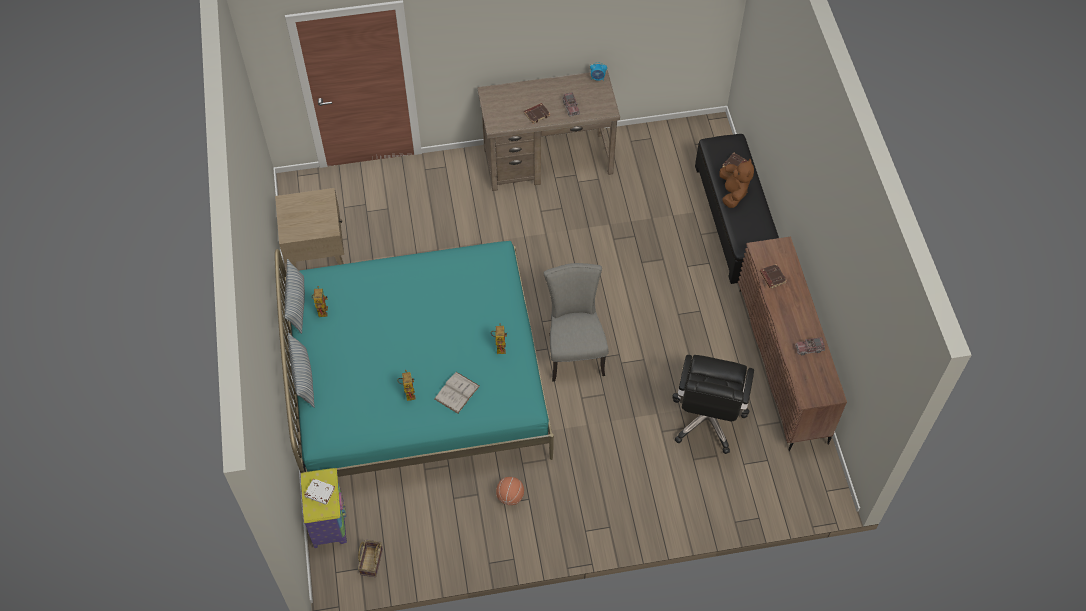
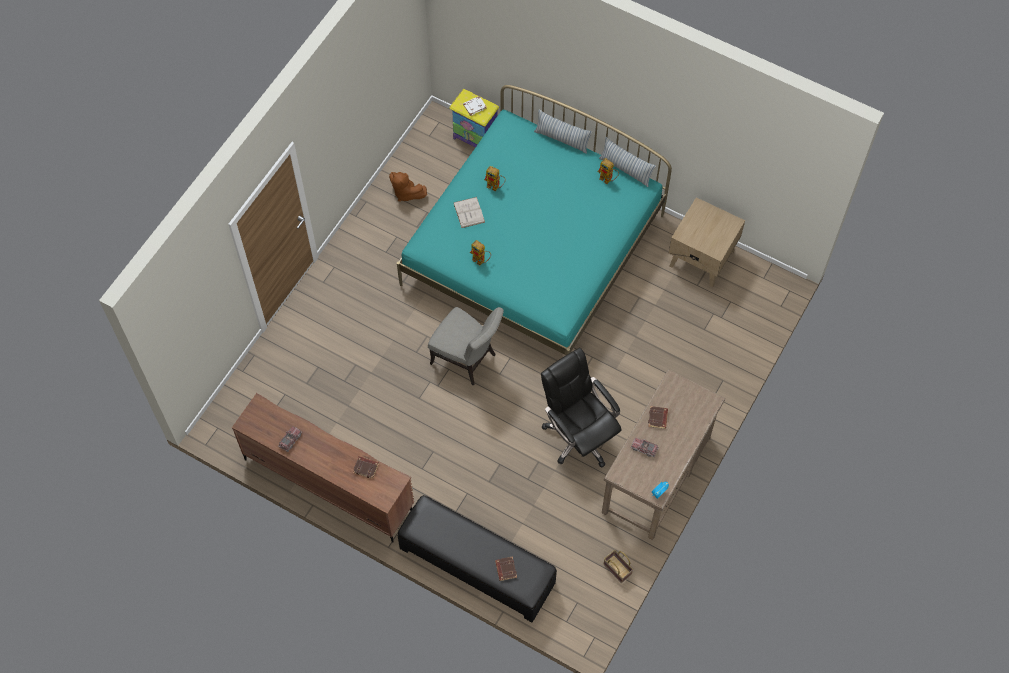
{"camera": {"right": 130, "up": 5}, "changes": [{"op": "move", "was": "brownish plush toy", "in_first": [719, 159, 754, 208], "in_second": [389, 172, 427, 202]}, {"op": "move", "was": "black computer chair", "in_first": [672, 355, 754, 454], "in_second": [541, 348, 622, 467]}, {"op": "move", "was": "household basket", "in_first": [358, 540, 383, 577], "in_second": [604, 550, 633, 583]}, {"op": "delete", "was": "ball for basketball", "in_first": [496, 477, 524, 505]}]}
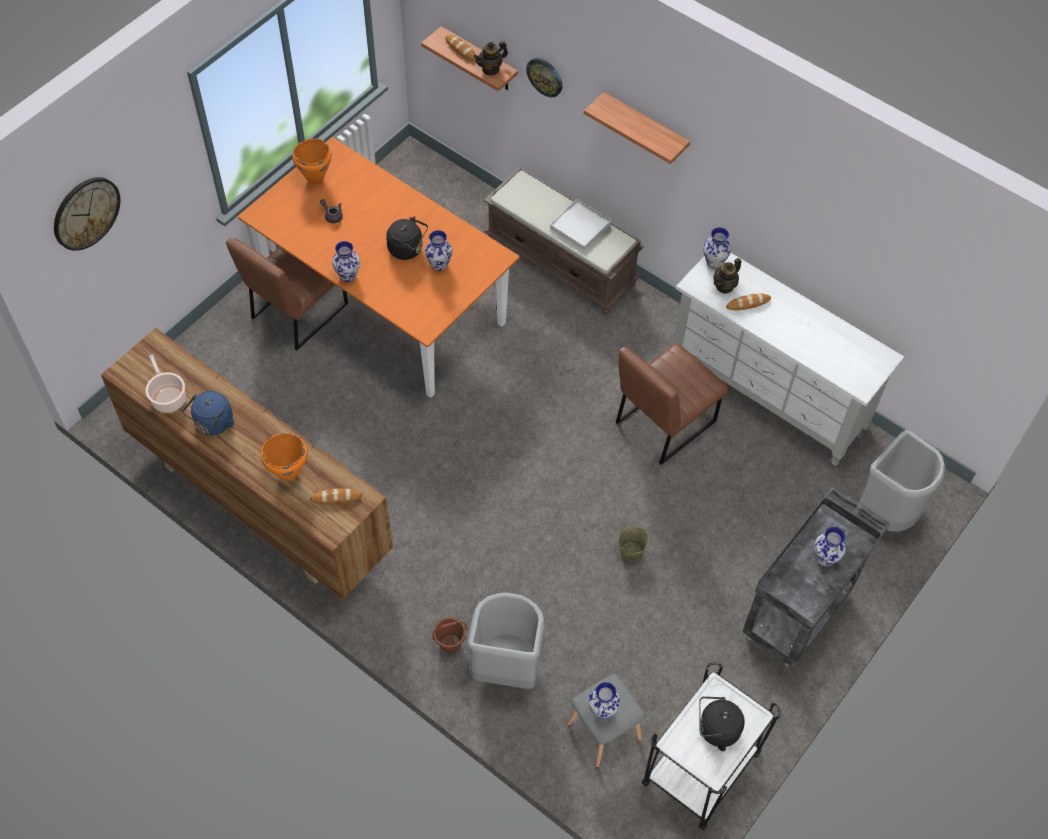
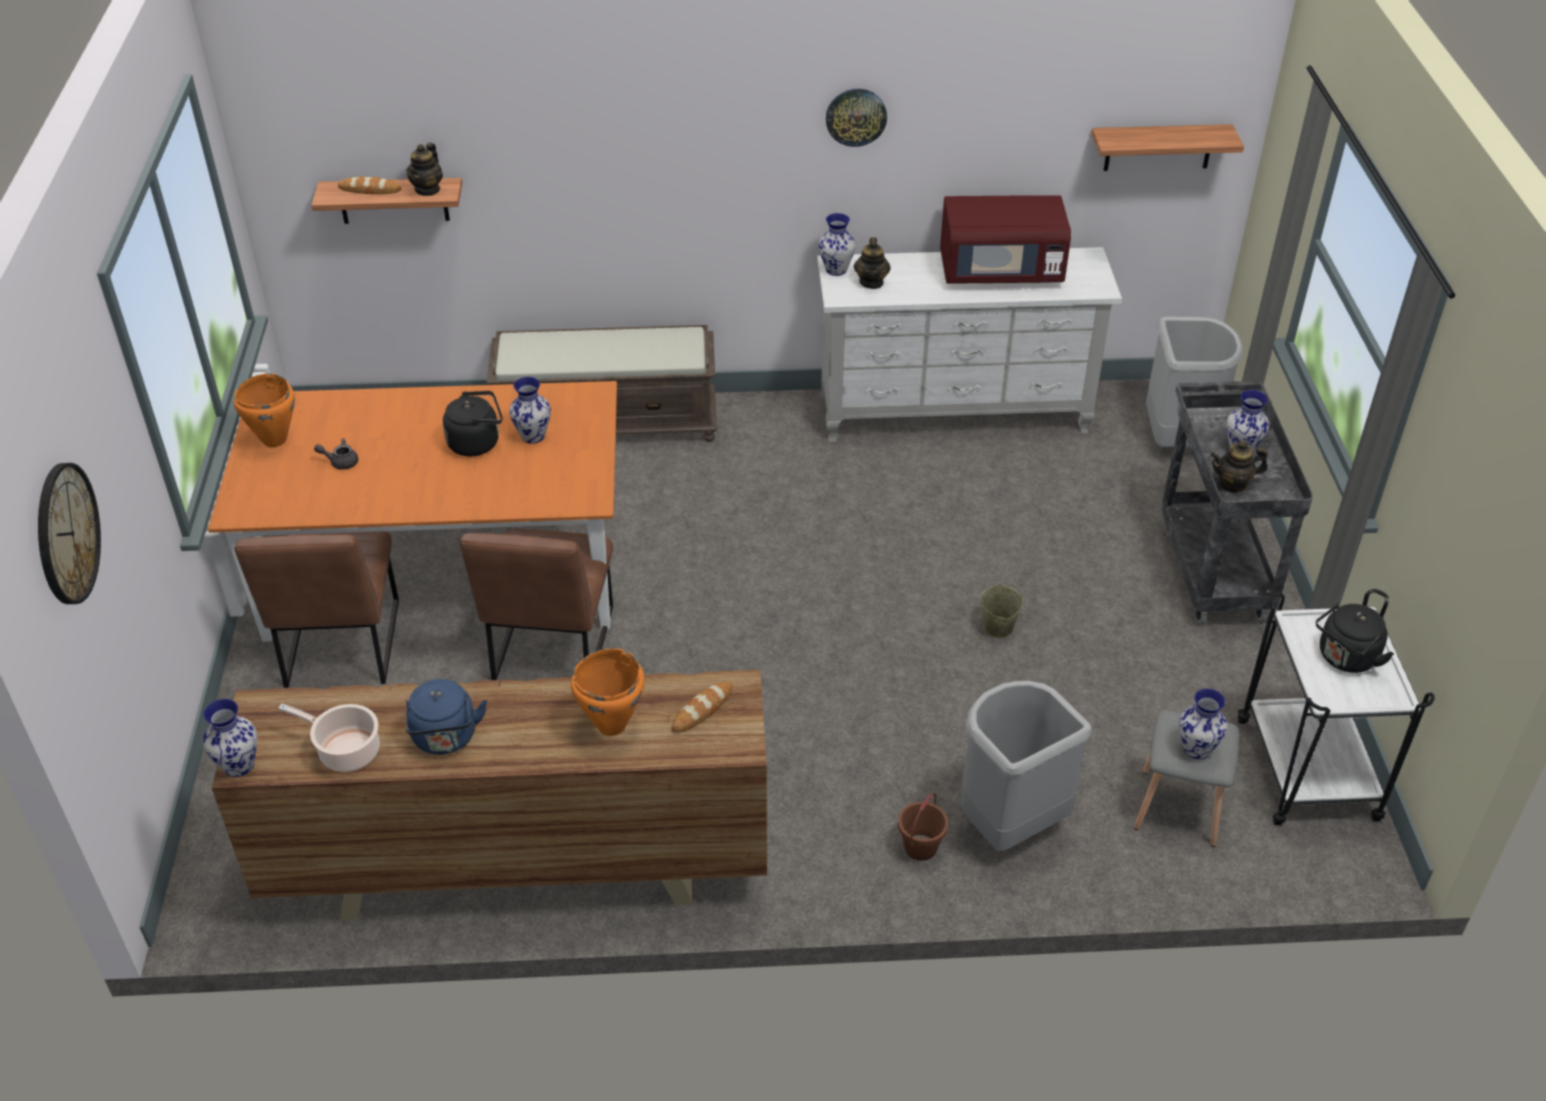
{"camera": {"right": -40, "up": -15}, "changes": [{"op": "move", "was": "decorative vase", "in_first": [332, 241, 360, 282], "in_second": [203, 699, 258, 777]}, {"op": "move", "was": "brownish upright chair", "in_first": [616, 344, 727, 465], "in_second": [460, 529, 613, 680]}, {"op": "move", "was": "wall clock", "in_first": [526, 58, 562, 97], "in_second": [826, 89, 887, 147]}, {"op": "insert", "now": "reddish kitchen microwave", "in_second": [940, 195, 1071, 284]}, {"op": "move", "was": "shelf", "in_first": [584, 92, 690, 164], "in_second": [1091, 124, 1244, 171]}, {"op": "insert", "now": "teapot", "in_second": [1210, 441, 1268, 493]}, {"op": "delete", "was": "white carrying tray", "in_first": [550, 199, 611, 250]}, {"op": "delete", "was": "bread", "in_first": [726, 293, 771, 310]}]}
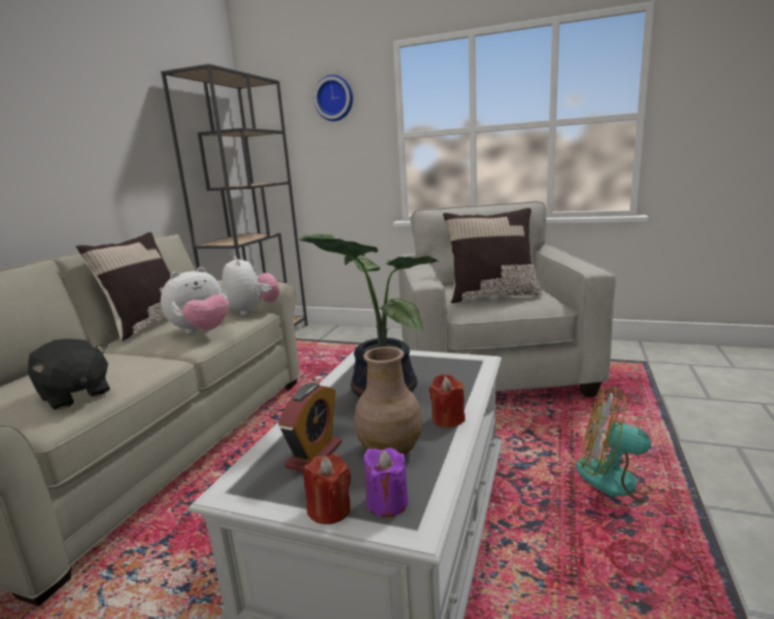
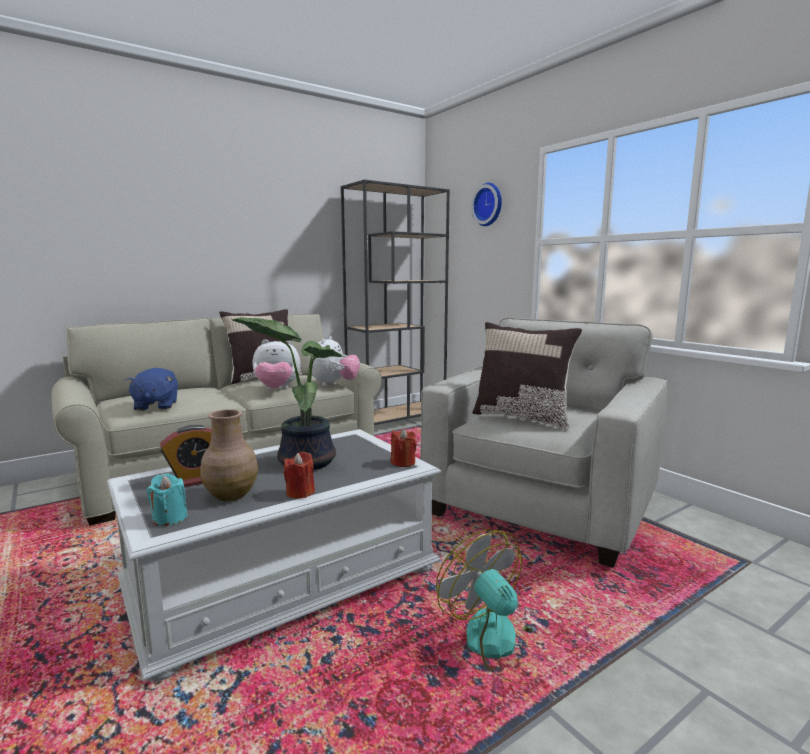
{"camera": {"right": 35, "up": -5}, "changes": [{"op": "recolor", "was": "black plush toy", "now": "blue-coloured plush toy", "in_first": [28, 339, 110, 410], "in_second": [125, 368, 178, 411]}, {"op": "recolor", "was": "purple candle", "now": "turquoise-coloured candle", "in_first": [363, 448, 408, 517], "in_second": [147, 474, 188, 526]}, {"op": "move", "was": "reddish candle", "in_first": [303, 453, 351, 524], "in_second": [391, 429, 417, 467]}]}
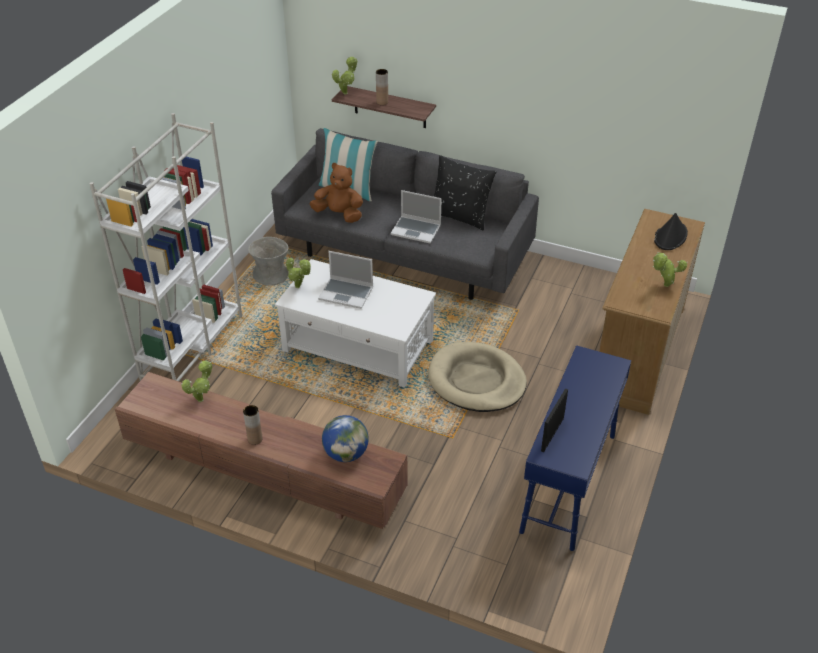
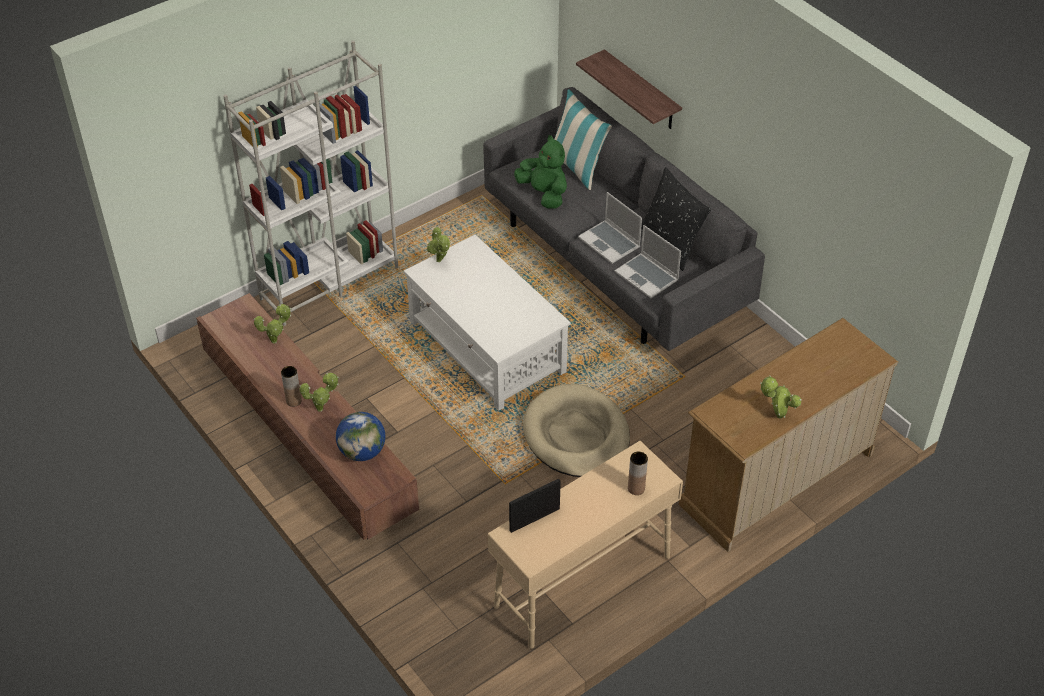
{"camera": {"right": 30, "up": 5}, "changes": [{"op": "move", "was": "houseplant", "in_first": [332, 57, 357, 95], "in_second": [299, 372, 339, 412]}, {"op": "recolor", "was": "blue-coloured narrow table", "now": "sand-coloured narrow table", "in_first": [519, 345, 631, 551], "in_second": [488, 441, 683, 649]}, {"op": "recolor", "was": "brownish plush toy", "now": "green-coloured plush toy", "in_first": [309, 163, 363, 223], "in_second": [514, 135, 567, 209]}, {"op": "move", "was": "portable computer", "in_first": [318, 251, 373, 309], "in_second": [615, 225, 681, 298]}, {"op": "move", "was": "brownish decorative vase", "in_first": [376, 69, 388, 105], "in_second": [628, 452, 648, 495]}, {"op": "delete", "was": "greyish decorative vase", "in_first": [248, 237, 288, 286]}, {"op": "delete", "was": "black wearable hat", "in_first": [654, 213, 688, 250]}]}
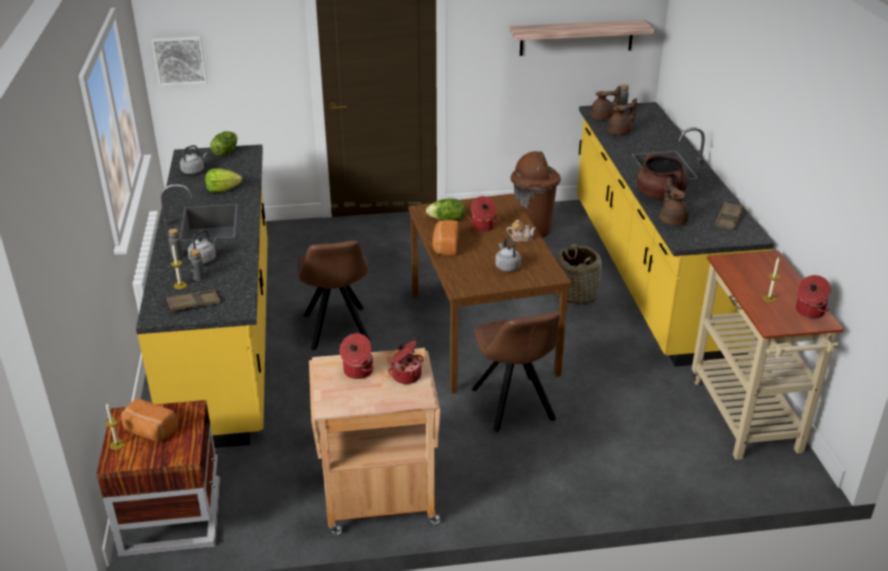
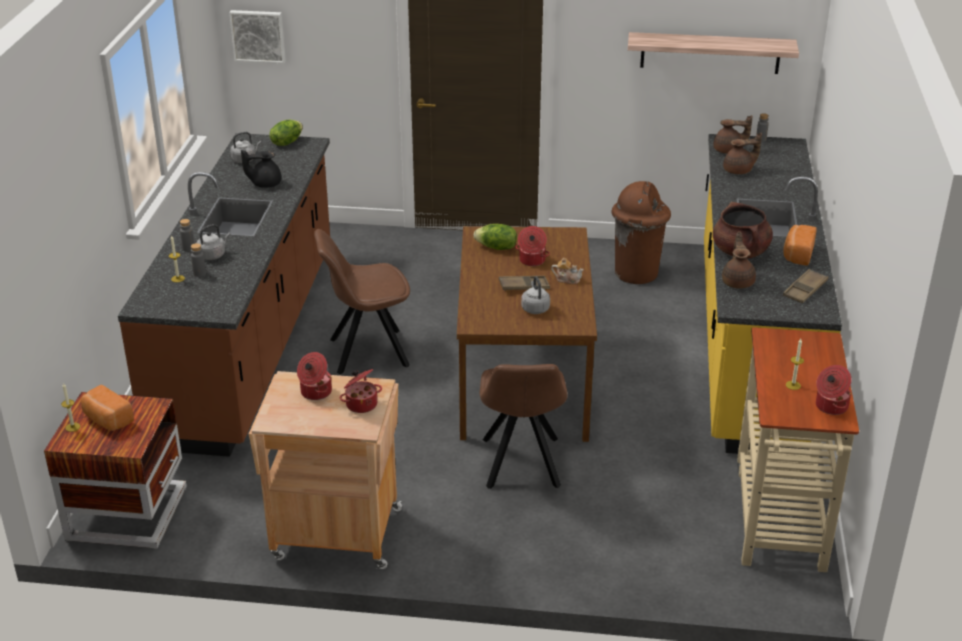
{"camera": {"right": 15, "up": 0}, "changes": [{"op": "recolor", "was": "yellow kitchen base unit", "now": "brownish kitchen base unit", "in_first": [136, 144, 268, 448], "in_second": [118, 133, 330, 457]}, {"op": "replace", "was": "lettuce", "now": "black teapot", "in_first": [205, 168, 242, 193], "in_second": [241, 150, 281, 188]}, {"op": "rotate", "was": "brownish upright chair", "in_first": [298, 240, 371, 350], "in_second": [314, 229, 410, 374], "clockwise": 75}, {"op": "move", "was": "brownish carrying tray", "in_first": [166, 290, 221, 311], "in_second": [499, 276, 550, 291]}, {"op": "move", "was": "bread", "in_first": [432, 220, 458, 256], "in_second": [783, 225, 817, 265]}, {"op": "delete", "was": "household basket", "in_first": [555, 244, 602, 305]}]}
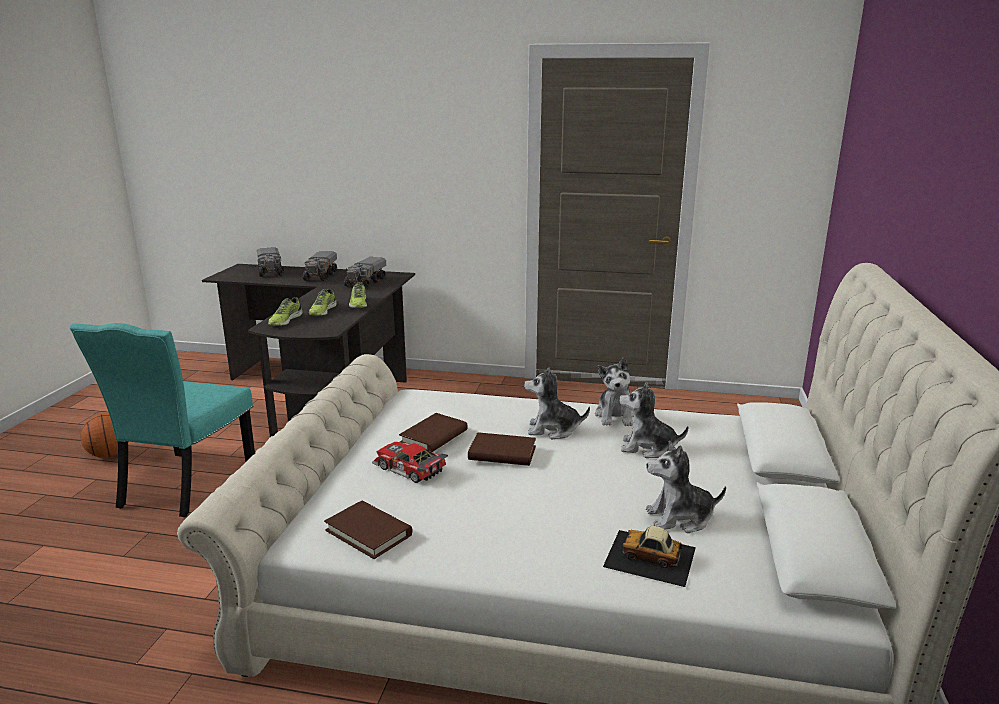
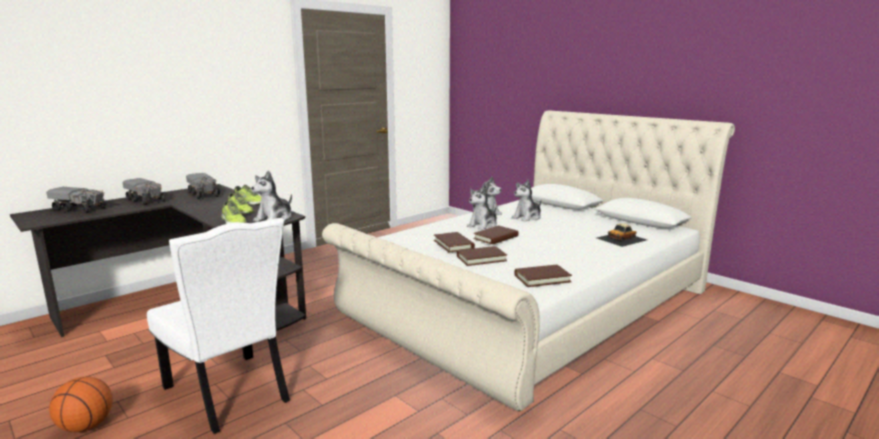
{"camera": {"right": -55, "up": -5}, "changes": [{"op": "recolor", "was": "turquoise-coloured upright chair", "now": "white upright chair", "in_first": [70, 323, 255, 517], "in_second": [147, 218, 290, 434]}, {"op": "move", "was": "plush toy", "in_first": [646, 441, 726, 533], "in_second": [251, 170, 292, 222]}, {"op": "replace", "was": "miniature car", "now": "brownish bound book", "in_first": [372, 442, 448, 483], "in_second": [457, 246, 507, 266]}]}
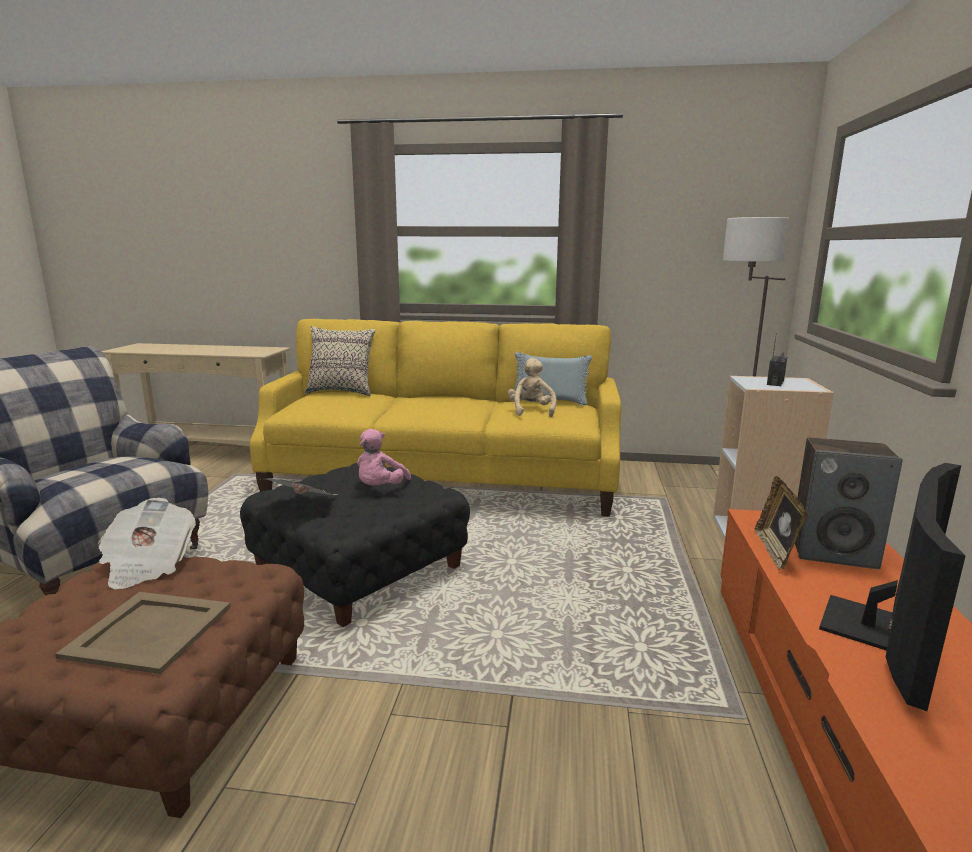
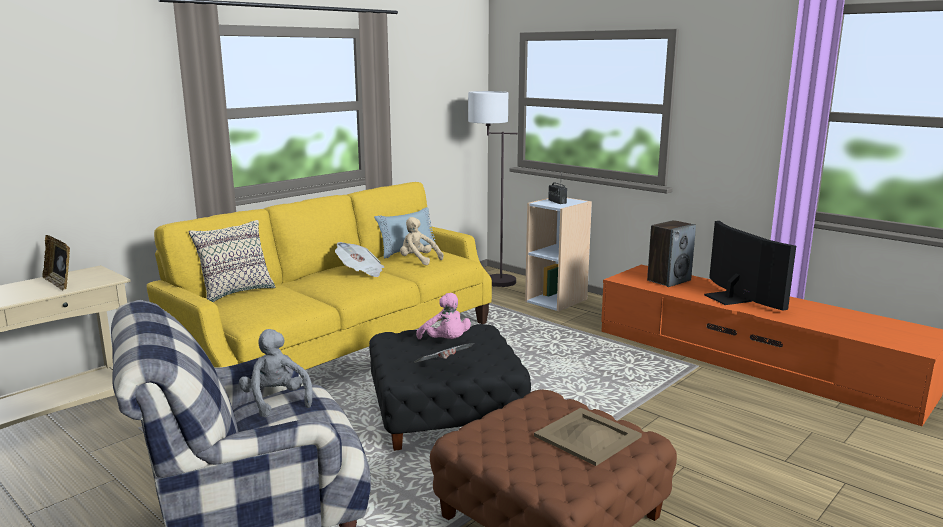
{"camera": {"right": -55, "up": 0}, "changes": [{"op": "move", "was": "photo frame", "in_first": [755, 476, 807, 571], "in_second": [42, 235, 70, 291]}, {"op": "insert", "now": "greyish plush toy", "in_second": [239, 329, 312, 418]}, {"op": "move", "was": "daily paper", "in_first": [98, 498, 196, 589], "in_second": [335, 242, 384, 277]}]}
